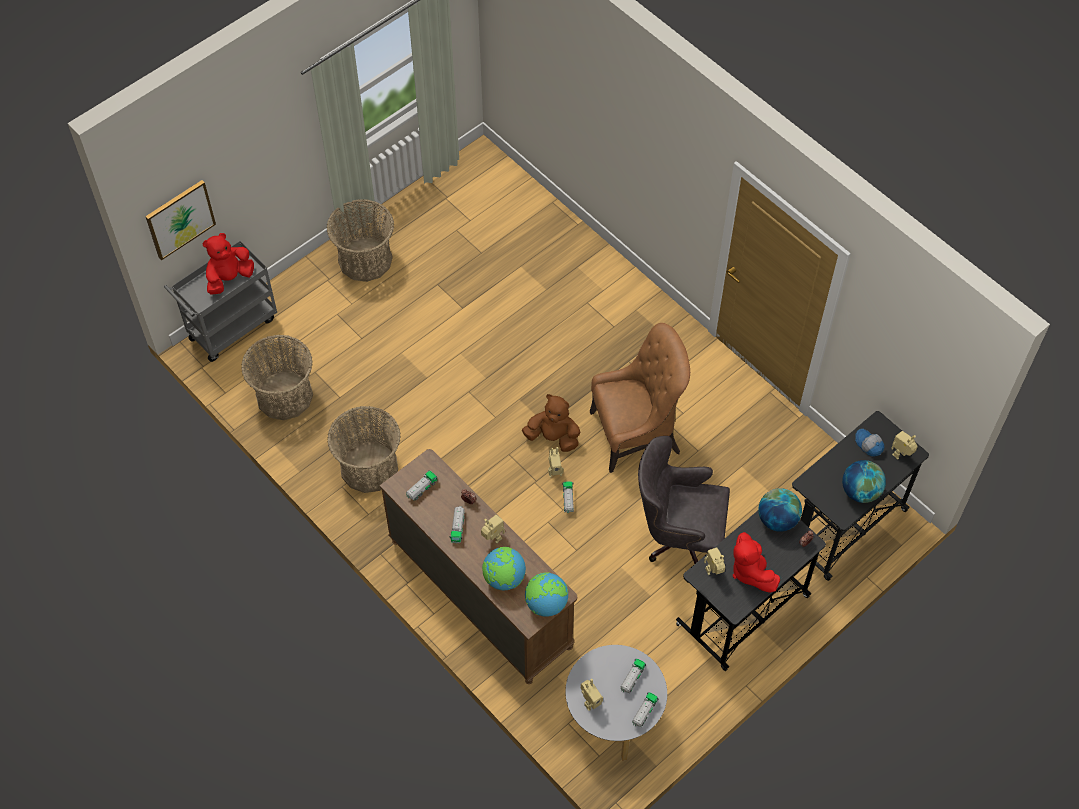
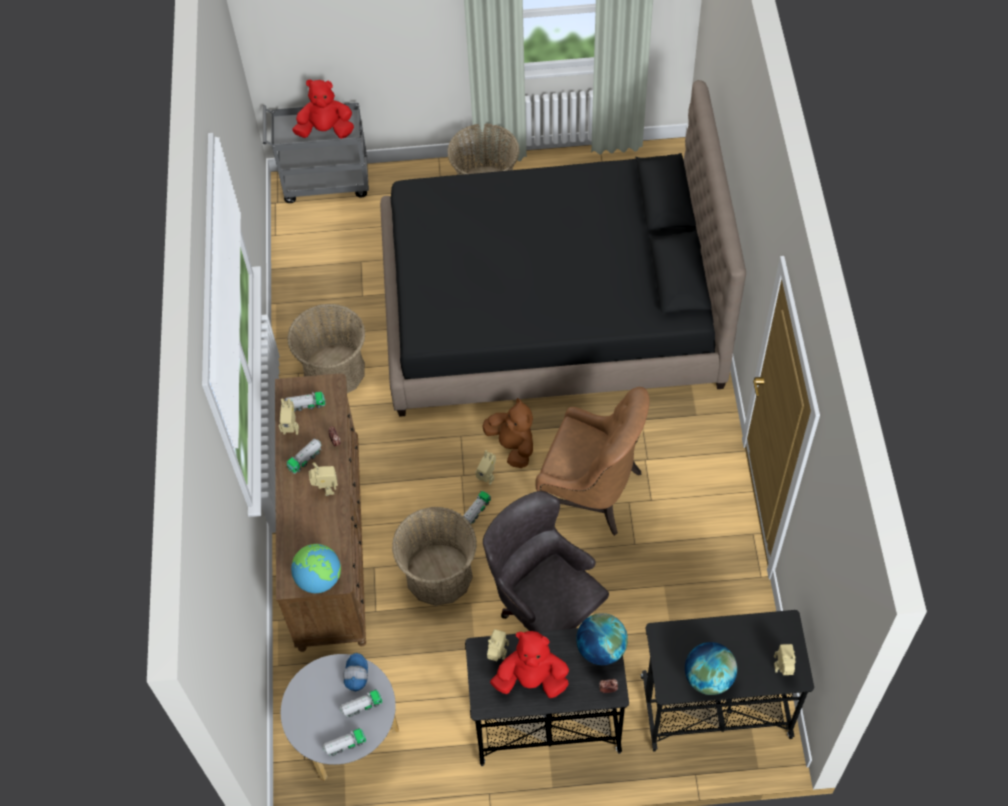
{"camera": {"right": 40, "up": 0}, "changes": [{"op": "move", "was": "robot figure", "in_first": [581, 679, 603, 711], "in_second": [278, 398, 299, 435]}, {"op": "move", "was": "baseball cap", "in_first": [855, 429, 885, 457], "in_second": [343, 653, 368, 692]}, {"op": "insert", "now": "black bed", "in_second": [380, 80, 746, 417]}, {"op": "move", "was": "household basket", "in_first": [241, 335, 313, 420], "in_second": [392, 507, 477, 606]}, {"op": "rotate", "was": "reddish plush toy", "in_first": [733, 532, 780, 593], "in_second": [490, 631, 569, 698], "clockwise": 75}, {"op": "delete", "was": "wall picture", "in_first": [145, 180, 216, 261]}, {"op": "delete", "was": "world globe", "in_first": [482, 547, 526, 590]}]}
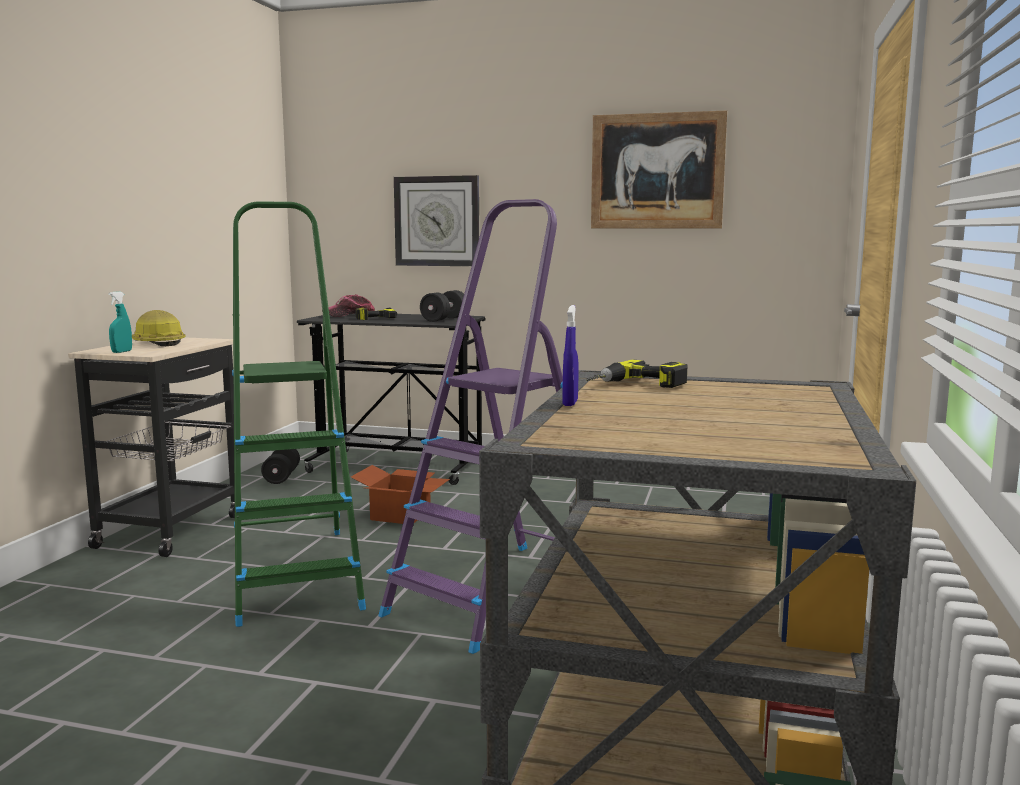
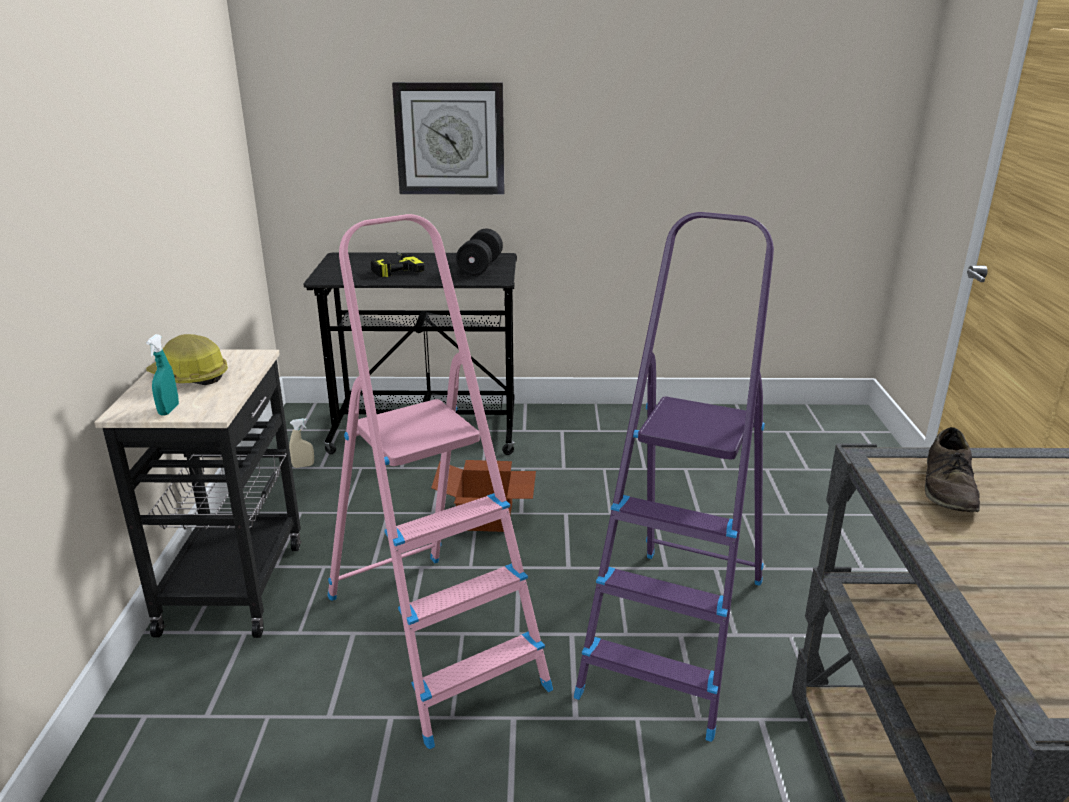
{"camera": {"right": -15, "up": 15}, "changes": [{"op": "replace", "was": "black hand weight", "now": "sand-coloured sprayer", "in_first": [261, 449, 300, 484], "in_second": [289, 418, 314, 468]}, {"op": "recolor", "was": "green-coloured step ladder", "now": "pink-coloured step ladder", "in_first": [232, 201, 366, 627], "in_second": [328, 214, 553, 749]}, {"op": "replace", "was": "drill", "now": "brownish item of footwear", "in_first": [586, 359, 687, 388], "in_second": [925, 427, 980, 512]}, {"op": "delete", "was": "baseball cap", "in_first": [328, 294, 375, 317]}, {"op": "delete", "was": "blue-coloured sprayer", "in_first": [562, 305, 578, 406]}, {"op": "delete", "was": "wall picture", "in_first": [591, 111, 727, 228]}]}
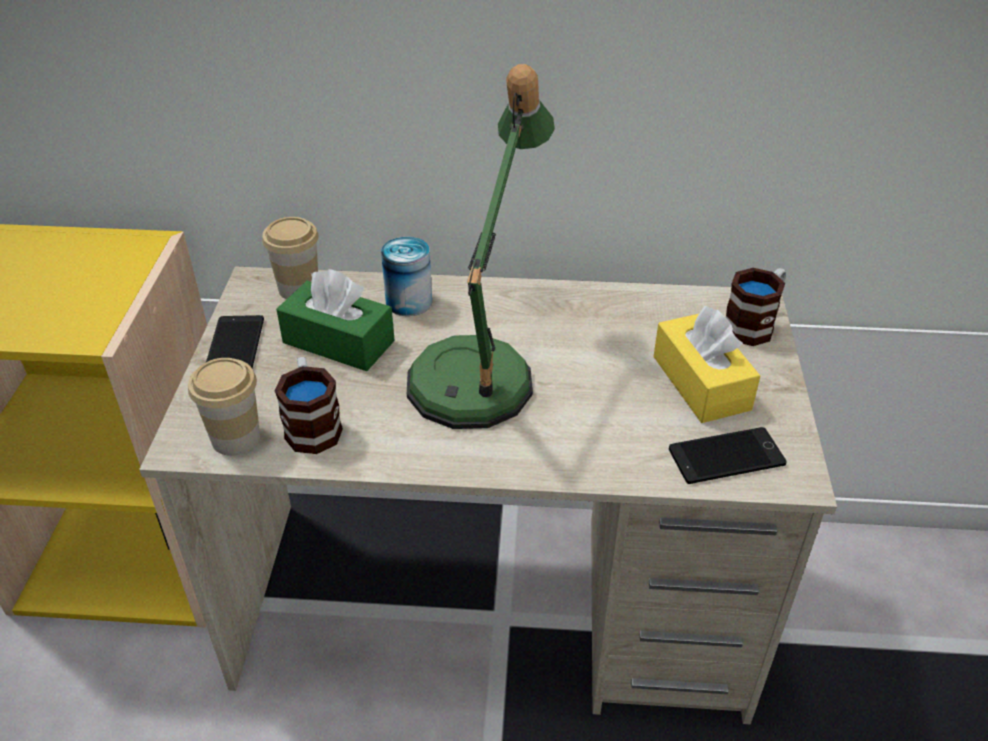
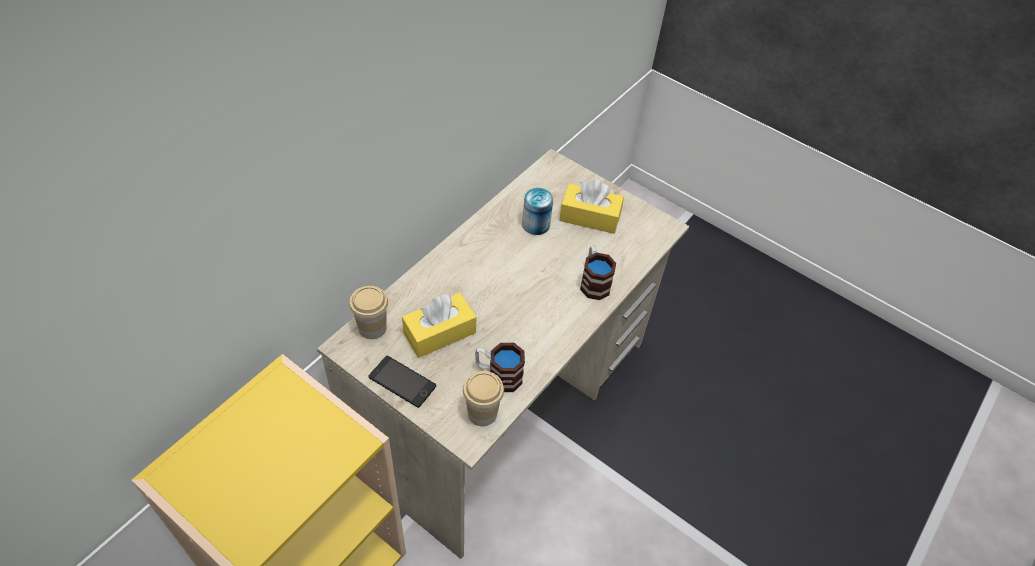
{"camera": {"right": -60, "up": 10}, "changes": [{"op": "recolor", "was": "green-coloured tissue box", "now": "yellow tissue box", "in_first": [276, 269, 395, 371], "in_second": [402, 293, 476, 358]}, {"op": "move", "was": "sealed can", "in_first": [381, 237, 432, 316], "in_second": [522, 188, 553, 235]}, {"op": "move", "was": "coffee mug", "in_first": [726, 268, 786, 346], "in_second": [580, 245, 616, 300]}, {"op": "delete", "was": "lamp for a table", "in_first": [407, 64, 555, 429]}, {"op": "delete", "was": "phone", "in_first": [669, 427, 787, 484]}]}
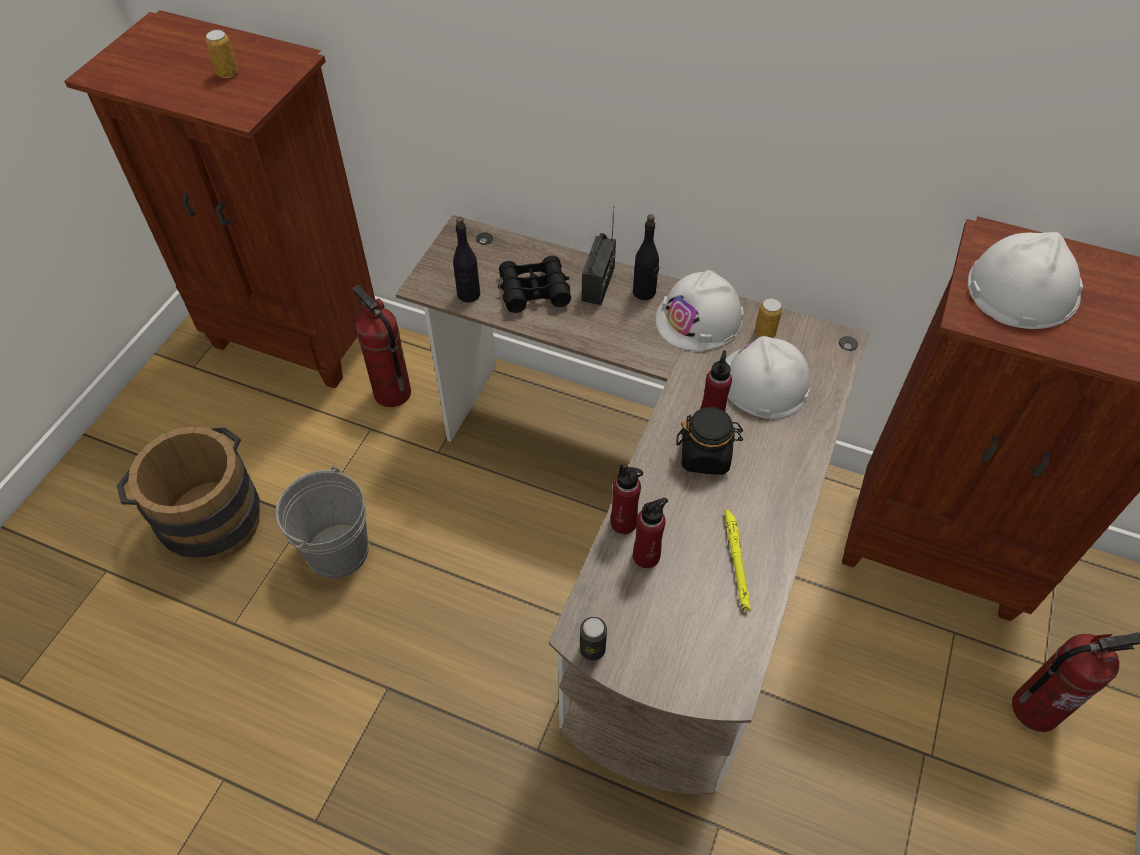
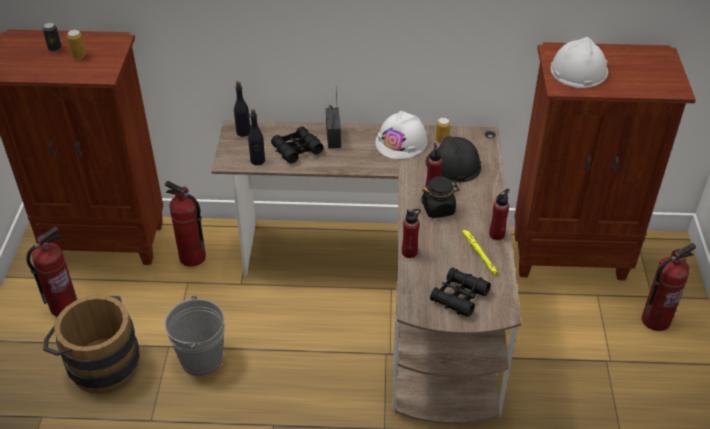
{"camera": {"right": -20, "up": -10}, "changes": [{"op": "insert", "now": "extinguisher", "in_second": [26, 227, 77, 317]}, {"op": "move", "was": "sealed can", "in_first": [580, 617, 607, 661], "in_second": [42, 22, 62, 51]}, {"op": "move", "was": "black beverage bottle", "in_first": [633, 214, 659, 300], "in_second": [234, 81, 250, 137]}, {"op": "recolor", "was": "white safety helmet", "now": "black safety helmet", "in_first": [725, 336, 810, 419], "in_second": [426, 136, 481, 183]}, {"op": "insert", "now": "black binoculars", "in_second": [430, 267, 491, 317]}, {"op": "move", "was": "reddish beverage bottle", "in_first": [633, 498, 668, 568], "in_second": [489, 189, 509, 240]}]}
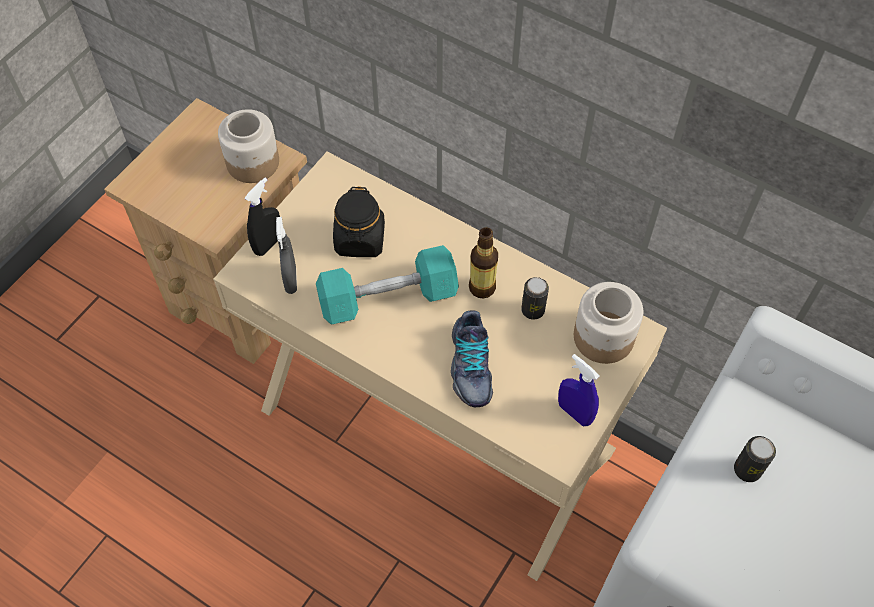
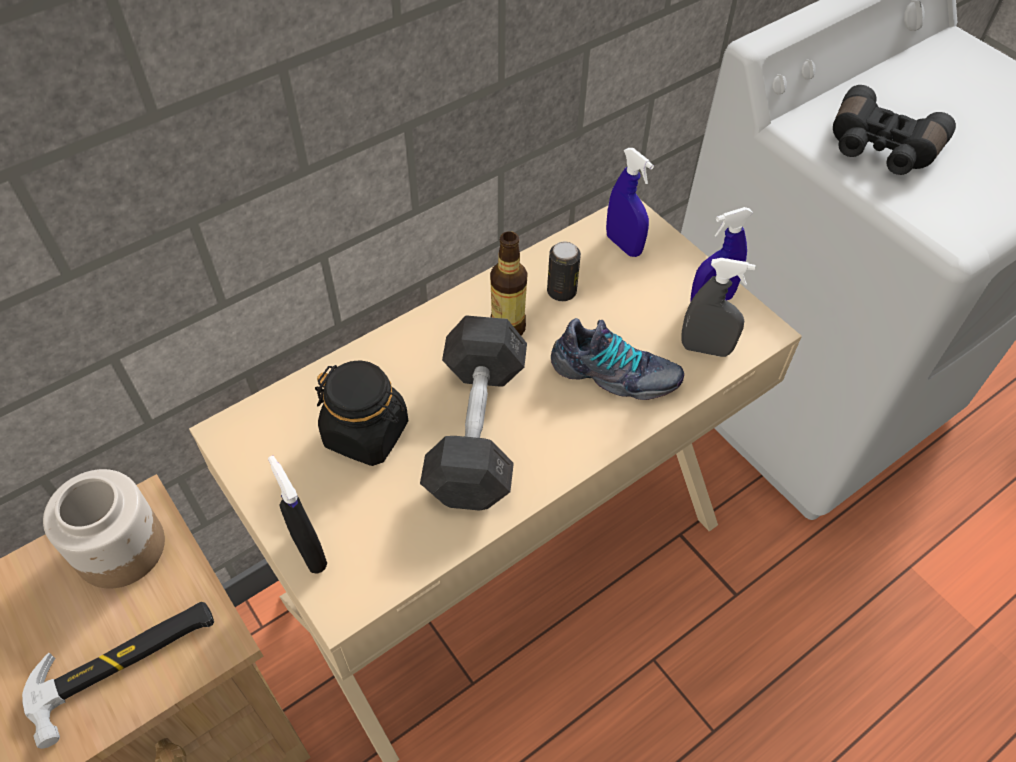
{"camera": {"right": -70, "up": -5}, "changes": [{"op": "insert", "now": "hammer", "in_second": [22, 602, 214, 749]}, {"op": "recolor", "was": "turquoise-coloured hand weight", "now": "greyish hand weight", "in_first": [316, 245, 459, 325], "in_second": [420, 315, 527, 511]}, {"op": "replace", "was": "storage jar", "now": "blue-coloured sprayer", "in_first": [574, 282, 643, 364], "in_second": [606, 148, 654, 257]}, {"op": "move", "was": "greyish sprayer", "in_first": [276, 217, 297, 294], "in_second": [681, 258, 756, 357]}, {"op": "replace", "was": "sealed can", "now": "black binoculars", "in_first": [734, 436, 776, 482], "in_second": [833, 85, 956, 175]}]}
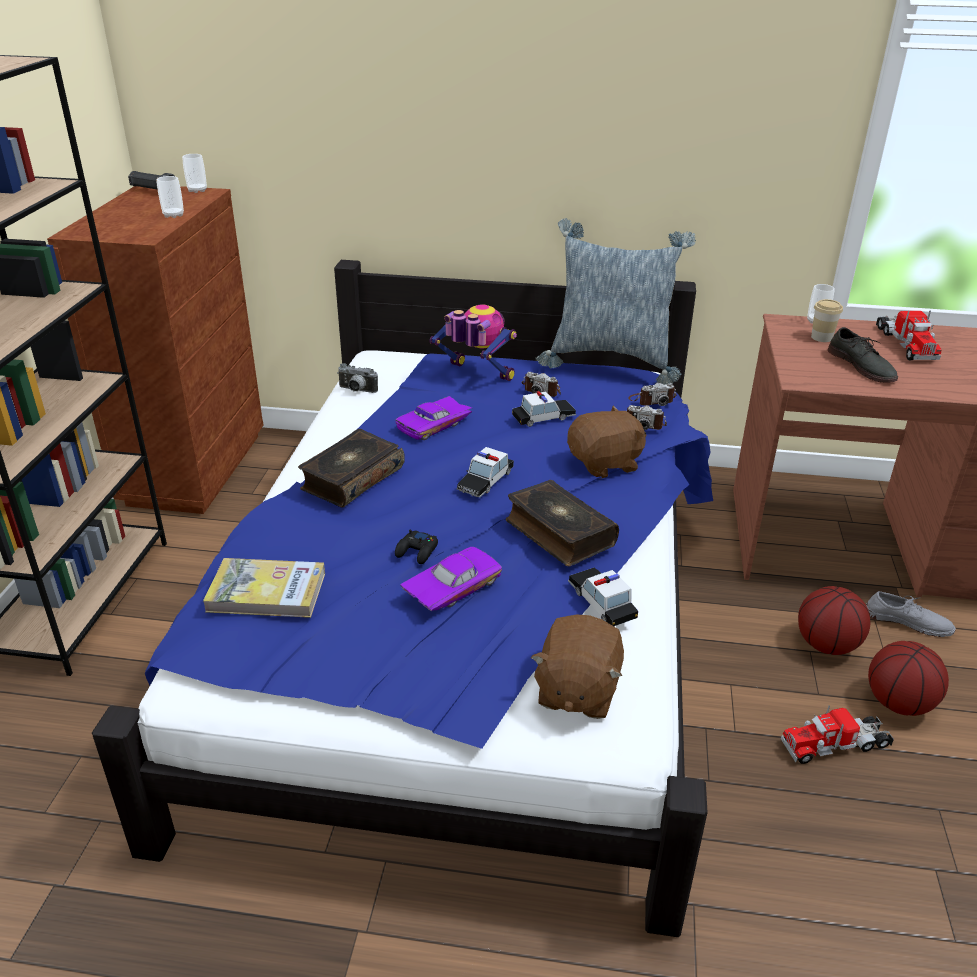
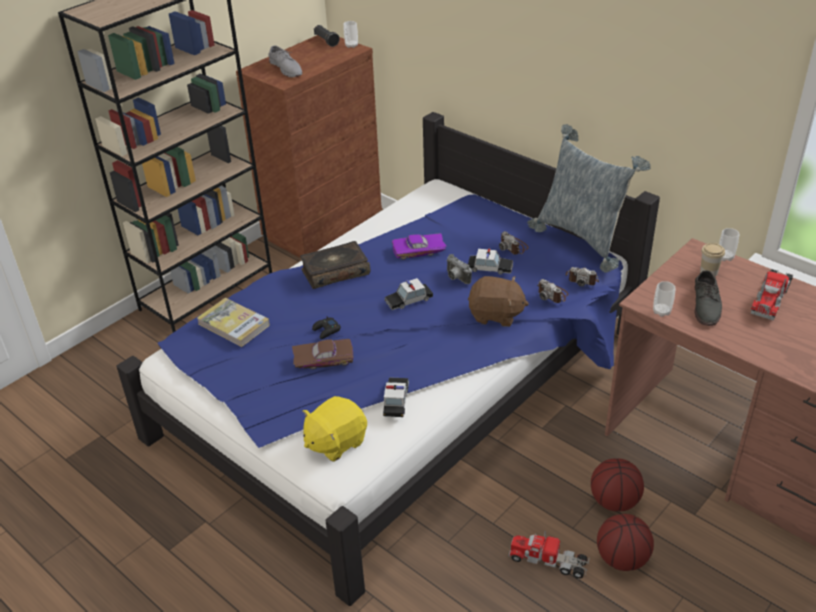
{"camera": {"right": 35, "up": 5}, "changes": [{"op": "move", "was": "greyish item of footwear", "in_first": [866, 591, 956, 637], "in_second": [268, 45, 302, 77]}, {"op": "recolor", "was": "purple miniature car", "now": "brownish miniature car", "in_first": [400, 547, 502, 611], "in_second": [292, 339, 354, 370]}, {"op": "recolor", "was": "brownish plush toy", "now": "yellow plush toy", "in_first": [531, 615, 624, 719], "in_second": [302, 396, 367, 462]}, {"op": "move", "was": "photo camera", "in_first": [337, 363, 378, 393], "in_second": [446, 254, 472, 284]}, {"op": "move", "was": "drinking cup", "in_first": [157, 176, 184, 218], "in_second": [653, 281, 676, 317]}, {"op": "delete", "was": "robot figure", "in_first": [429, 304, 517, 381]}, {"op": "delete", "was": "bound book", "in_first": [506, 480, 619, 566]}]}
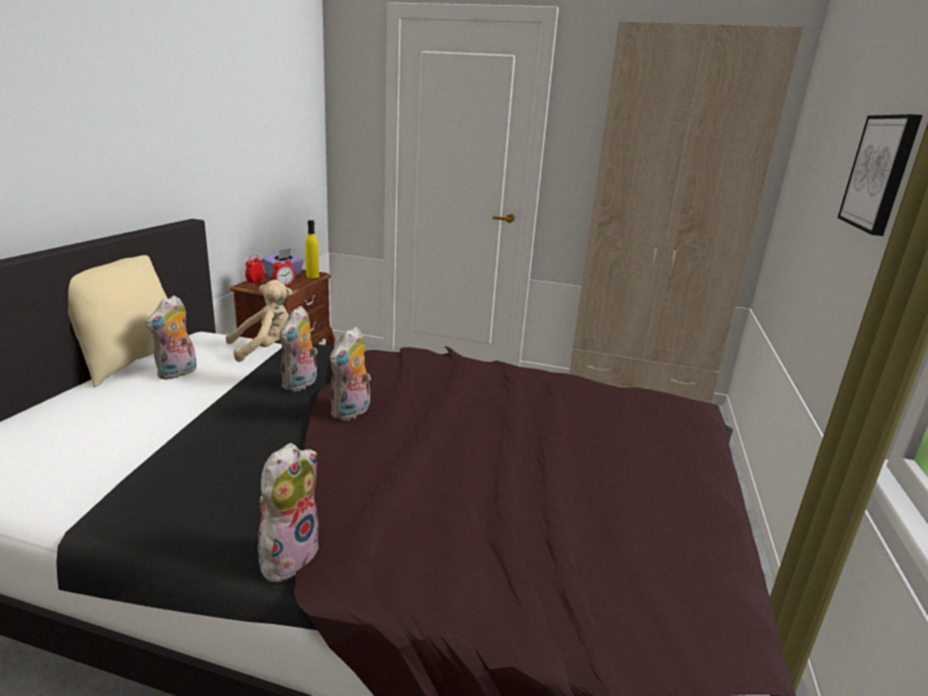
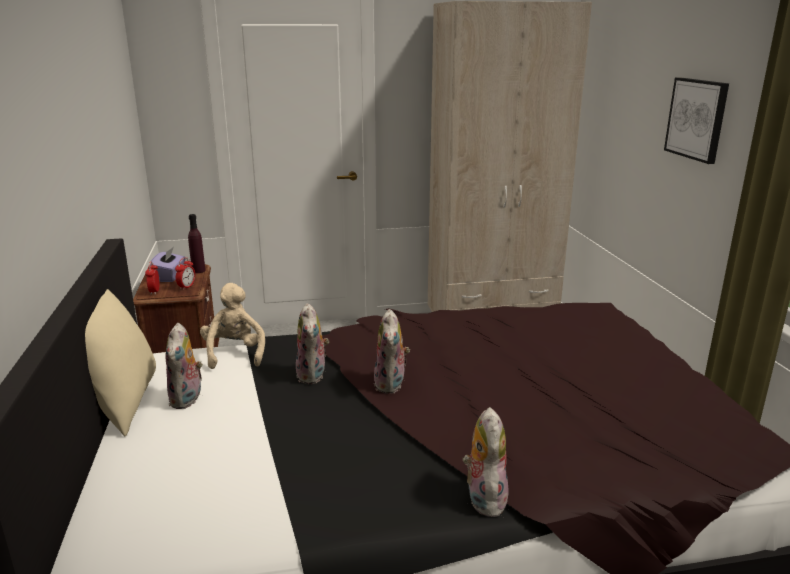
{"camera": {"right": -25, "up": 0}, "changes": [{"op": "recolor", "was": "yellow beverage bottle", "now": "purple beverage bottle", "in_first": [305, 220, 319, 278], "in_second": [188, 214, 206, 273]}, {"op": "rotate", "was": "sand-coloured plush toy", "in_first": [226, 280, 292, 362], "in_second": [200, 283, 265, 369], "clockwise": -45}]}
